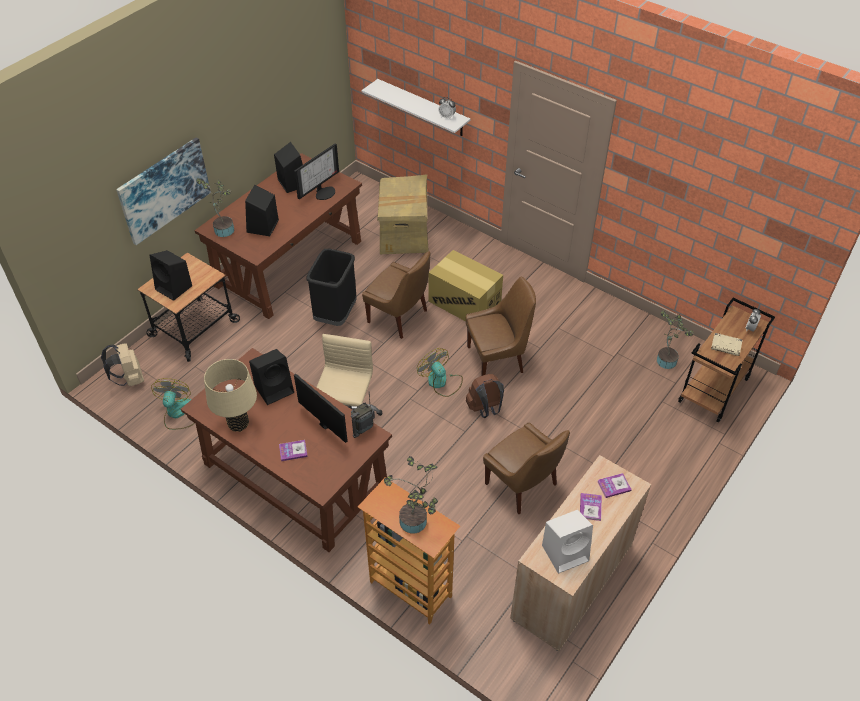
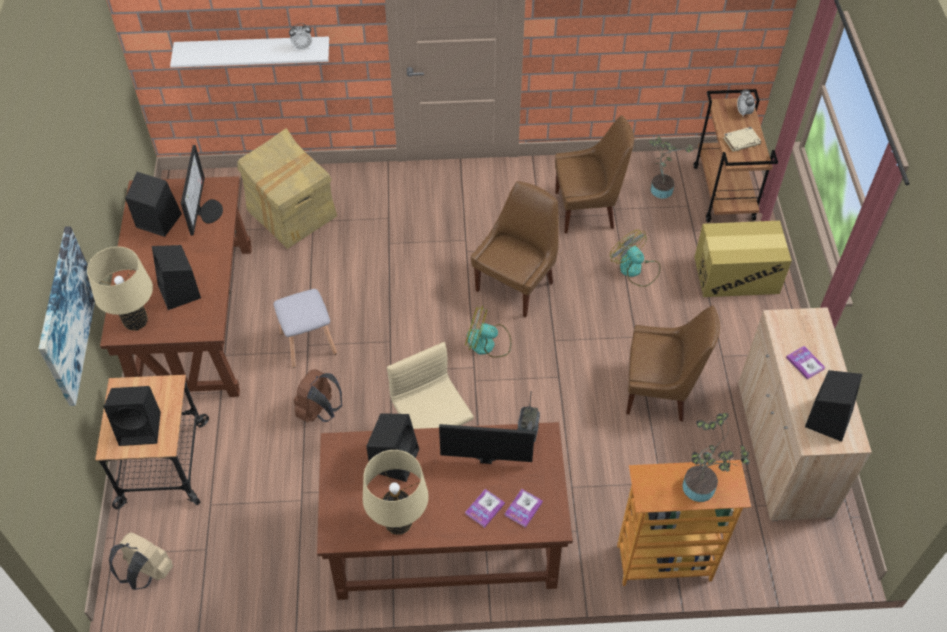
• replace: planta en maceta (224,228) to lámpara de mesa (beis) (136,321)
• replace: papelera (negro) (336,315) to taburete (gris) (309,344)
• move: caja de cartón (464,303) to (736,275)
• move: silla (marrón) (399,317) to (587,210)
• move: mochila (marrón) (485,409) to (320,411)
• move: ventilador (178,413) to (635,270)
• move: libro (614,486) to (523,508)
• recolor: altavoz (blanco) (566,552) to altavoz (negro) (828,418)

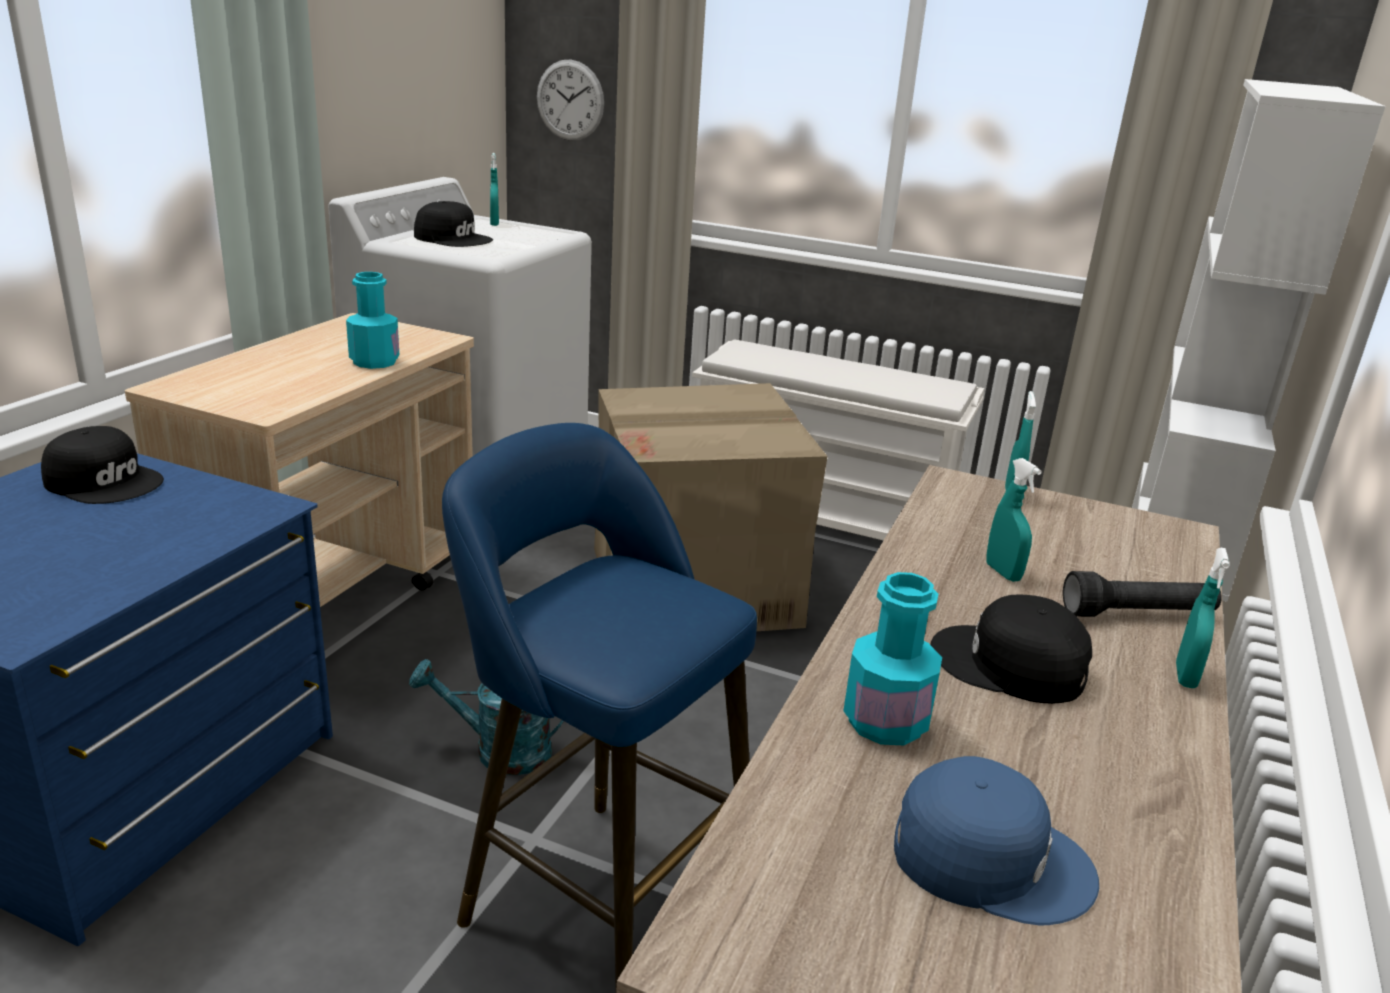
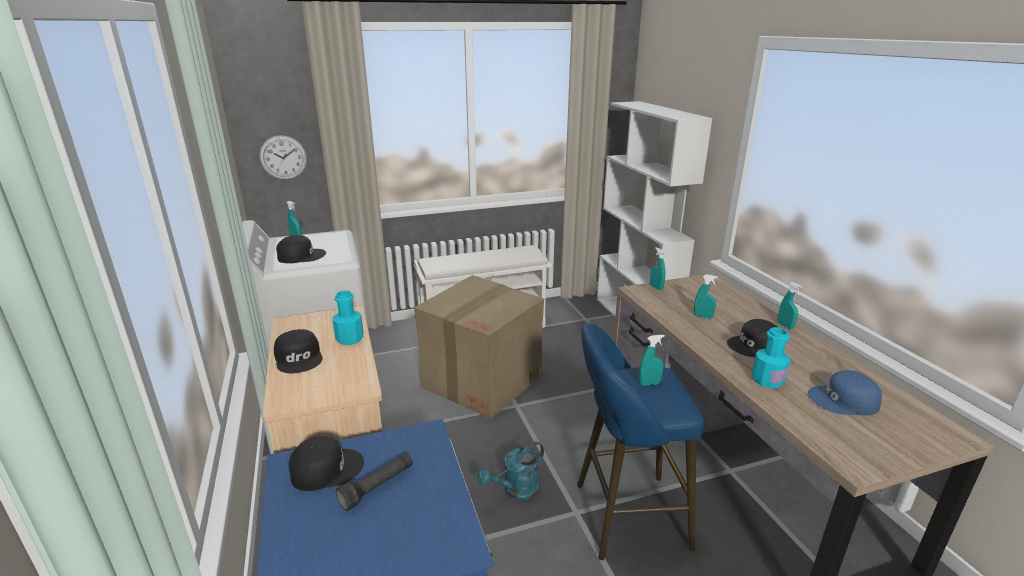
• move: linterna (negro) (1138,614) to (377,487)
• rotate: gorra (azul) (989,856) = (844,401) 150 degrees counterclockwise
• insert: gorra (negro) (299,357)
• insert: pulverizador (turquesa) (649,383)

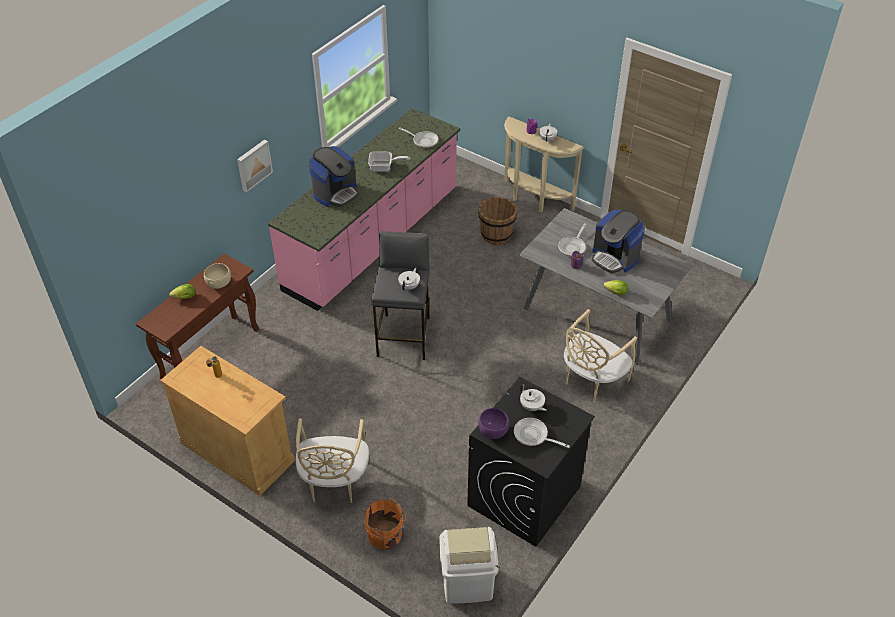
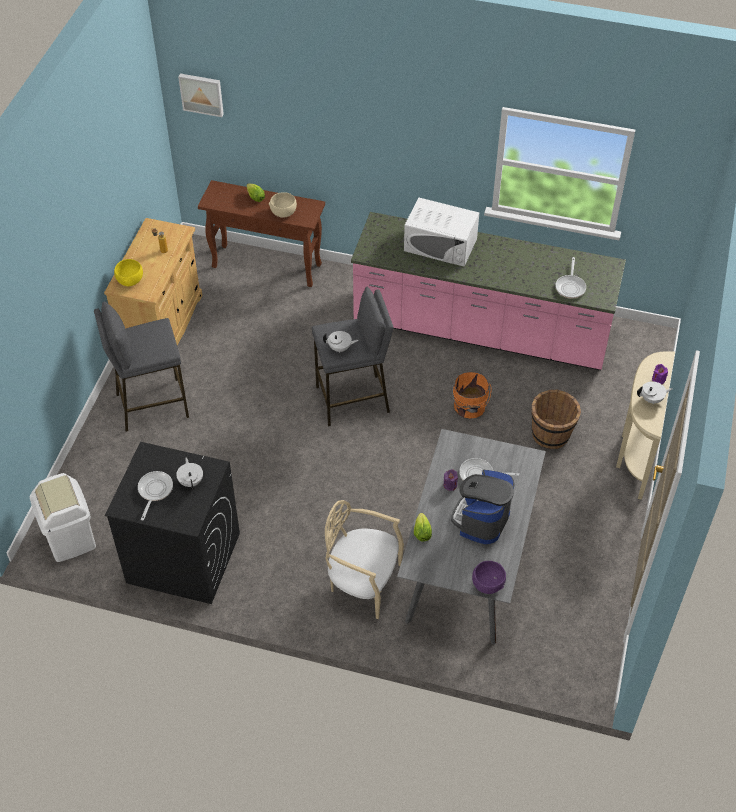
• move: cuadro (253,165) to (202,94)
• replace: cafetera (335,193) to microondas (blanco) (440,245)
• delete: sartén (384,167)
• rotate: tetera (blanco) (531,407) = (191,481) 135 degrees clockwise
• move: cuenco (morado) (493,431) to (487,584)
• replace: silla (beis) (334,482) to taburete (gris) (151,405)
• move: cubo (naranja) (386,535) to (469,407)
• insert: cuenco (amarillo) (130,280)

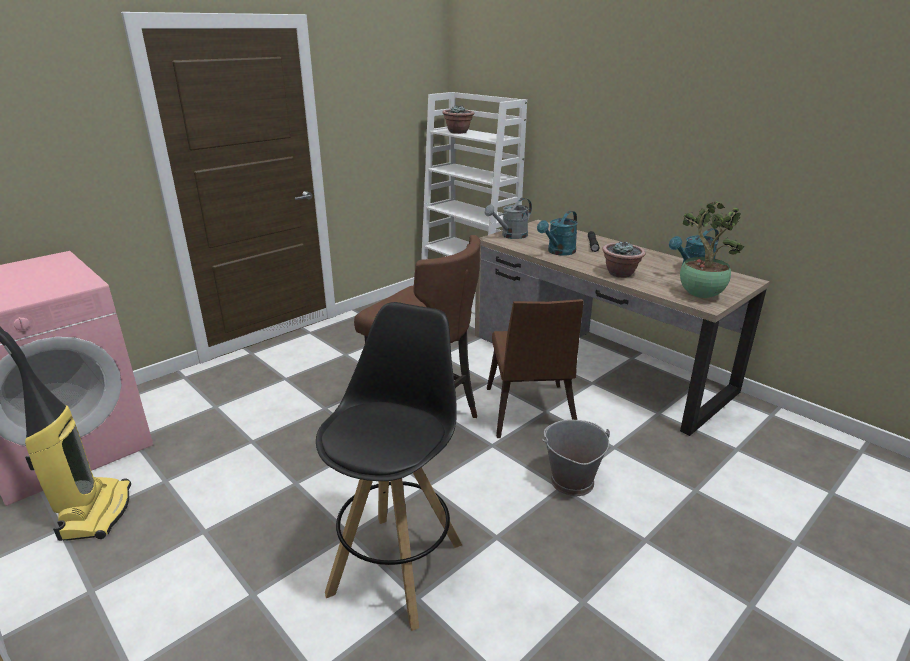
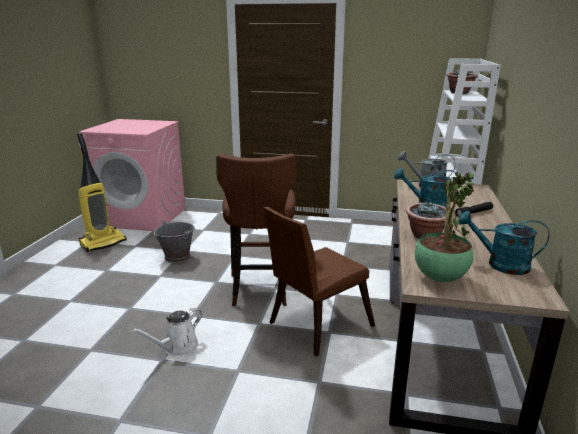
• delete: taburete (negro) (398,566)
• move: cubo (gris) (571,481) to (177,257)
• insert: regadera (blanco) (178,347)

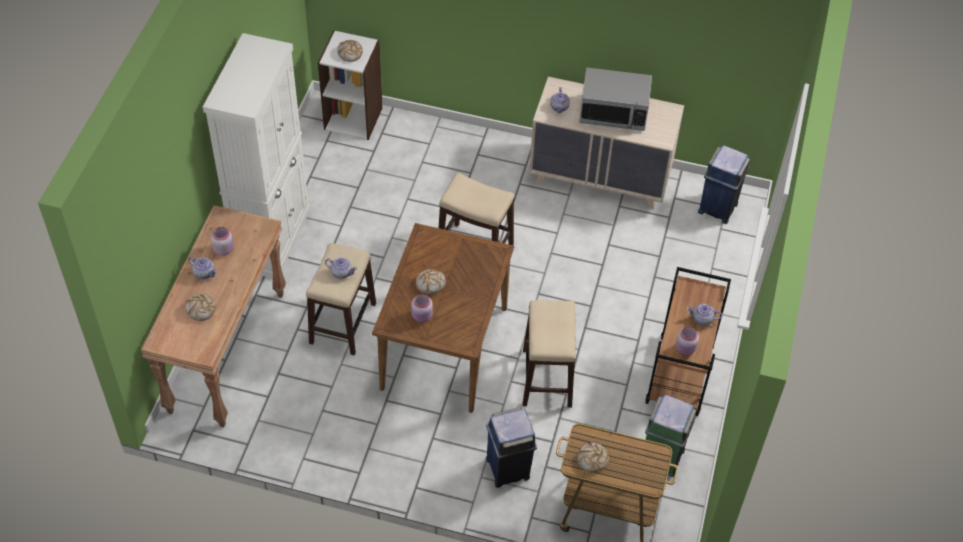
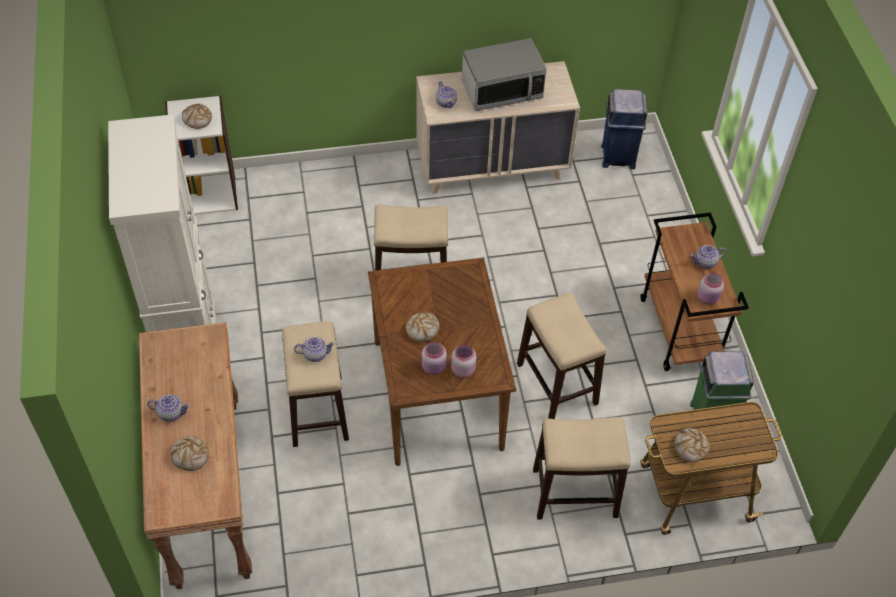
• move: tarro (rosa) (224,249) to (463,369)
• replace: papelera (azul) (508,468) to taburete (574,493)

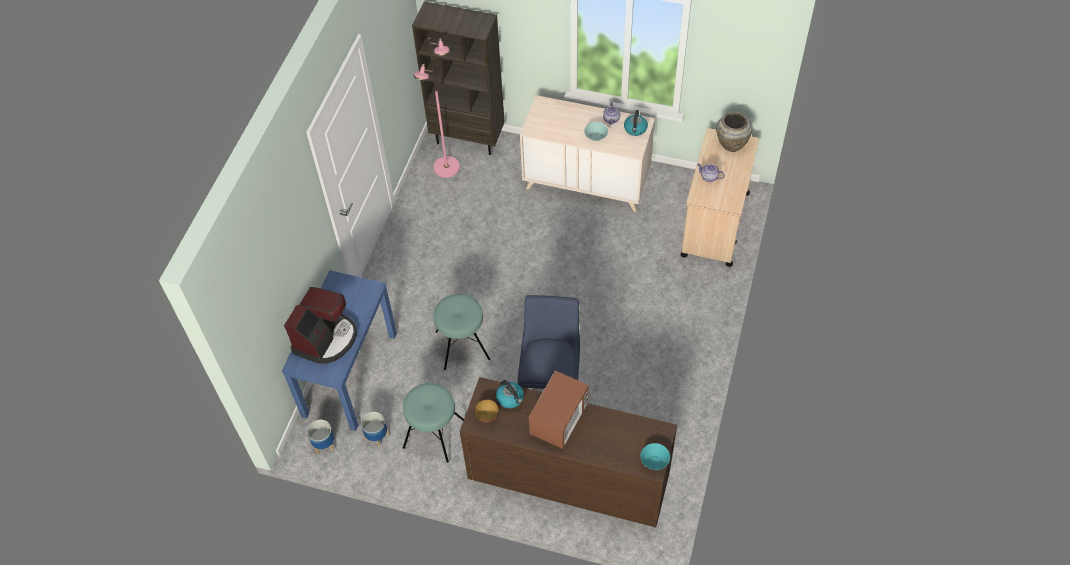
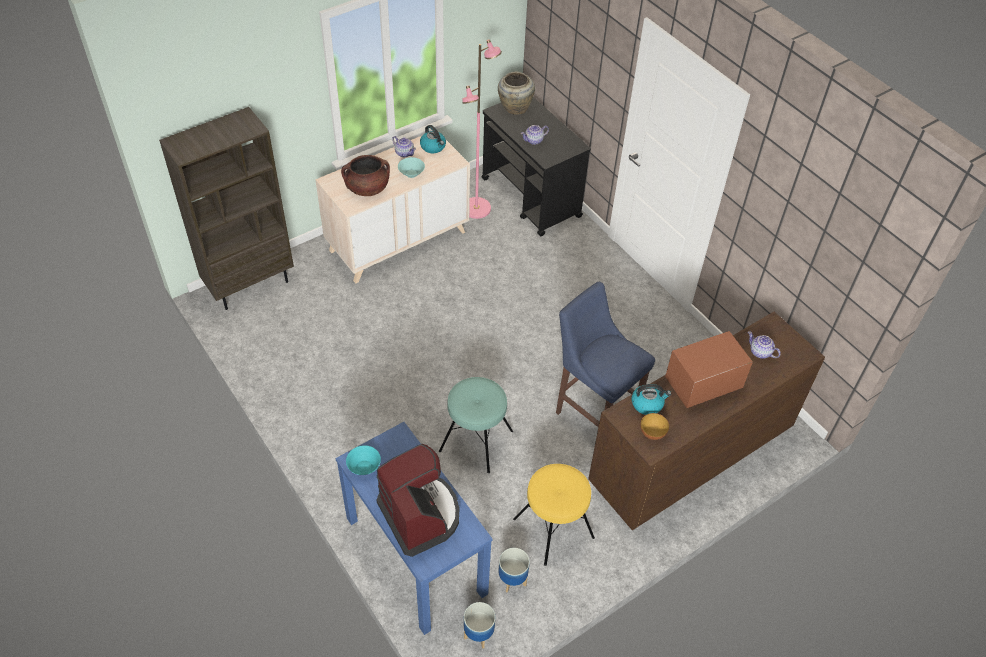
• move: lámpara de pie (rosa) (446,168) to (477,208)
• recolor: carrito (beis) (714,225) to carrito (negro) (531,198)
• rotate: microondas (559,420) = (702,384) 90 degrees counterclockwise
• recolor: taburete (turquesa) (434,434) to taburete (amarillo) (553,528)
• move: cuenco (turquesa) (654,461) to (364,467)
• insert: olla (marrón) (367,188)
• insert: tetera (760,352)

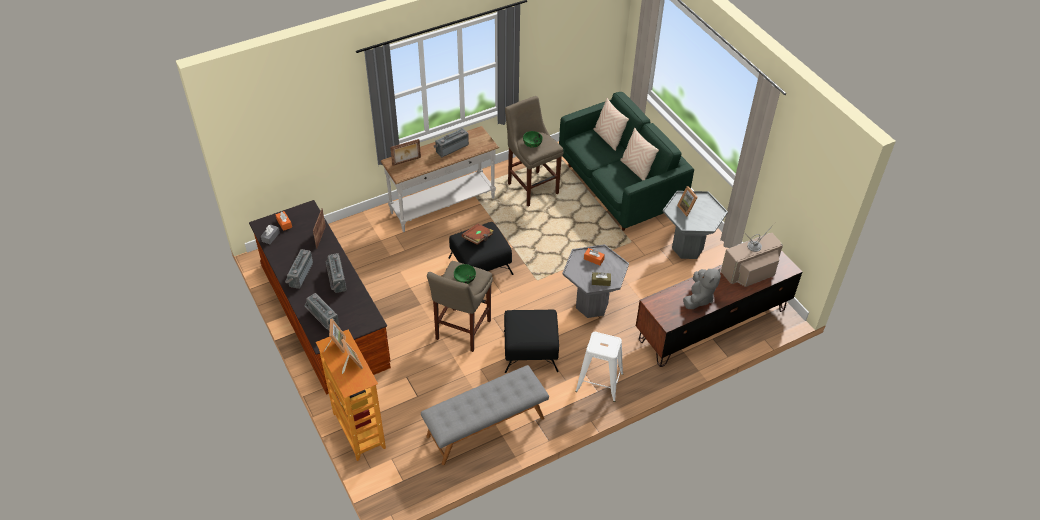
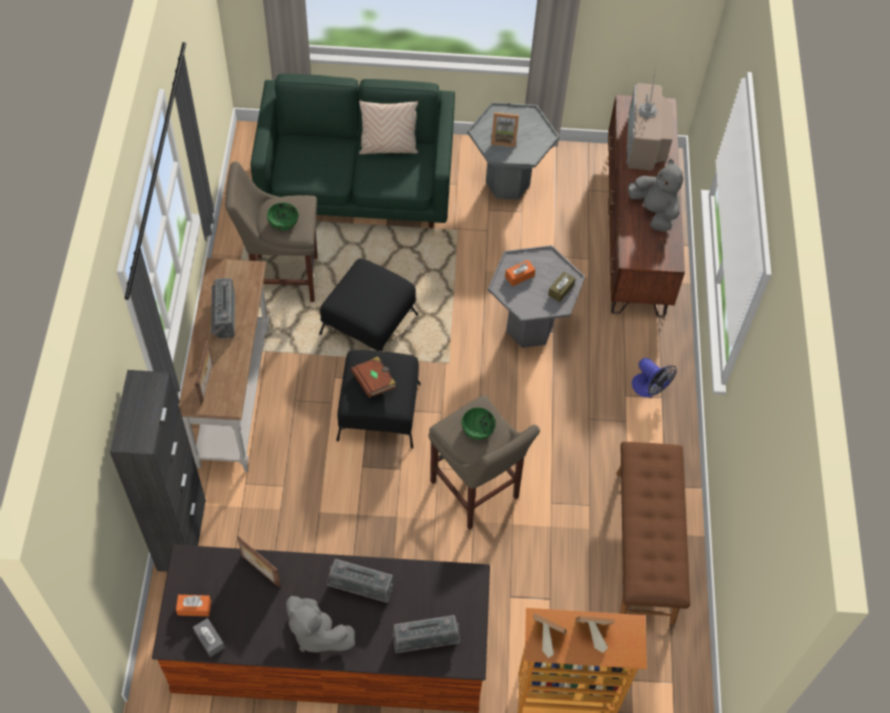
• delete: cojín (beis) (608,138)
• replace: radio (299,274) to peluche (gris) (316,633)
• move: puf (negro) (530,350) to (368,325)
• replace: taburete (blanco) (599,382) to ventilador (649,389)
• recolor: banco (gris) (486,427) to banco (marrón) (645,545)
• insert: armario (negro) (182,535)

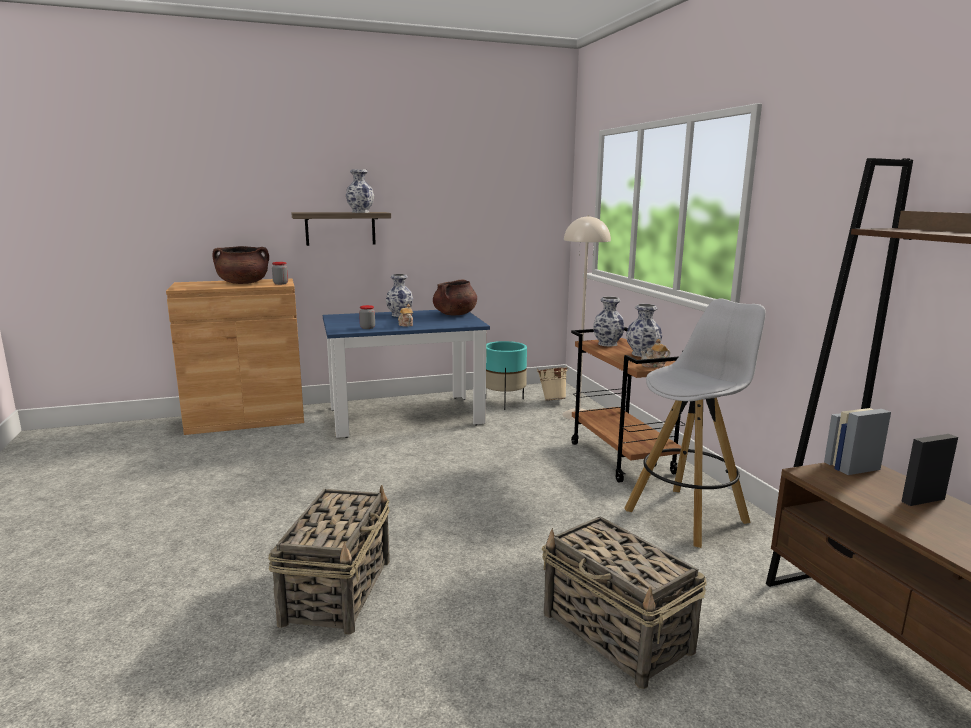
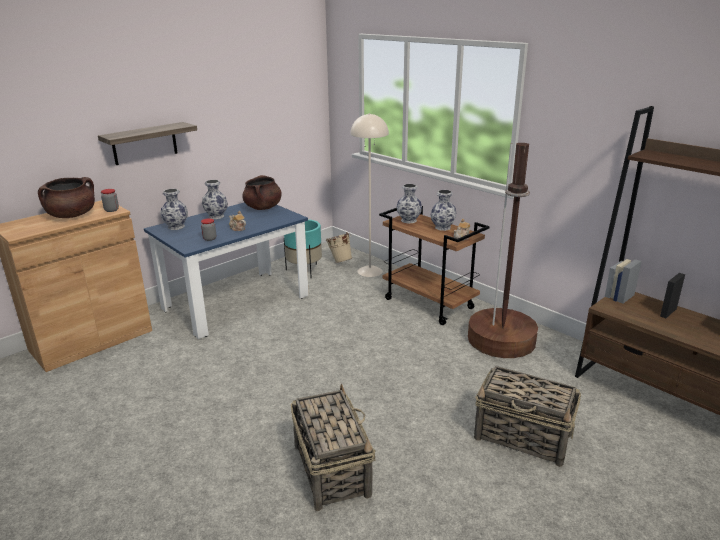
• move: florero (360,212) to (176,227)
• replace: taburete (blanco) (687,515) to lámpara de pie (marrón) (501,340)

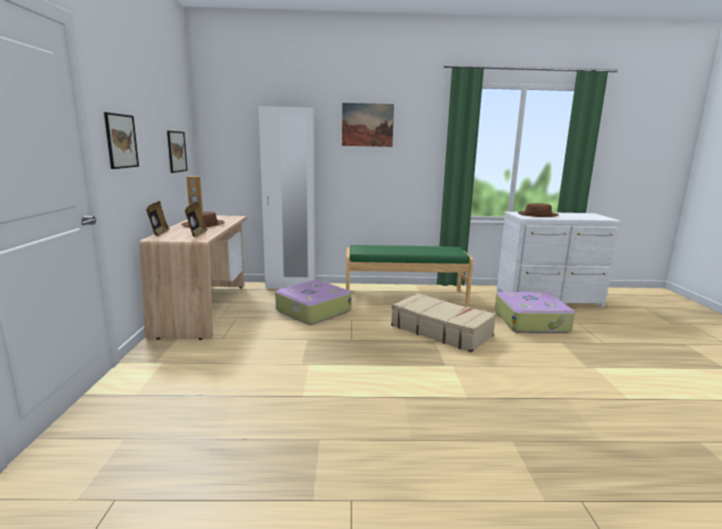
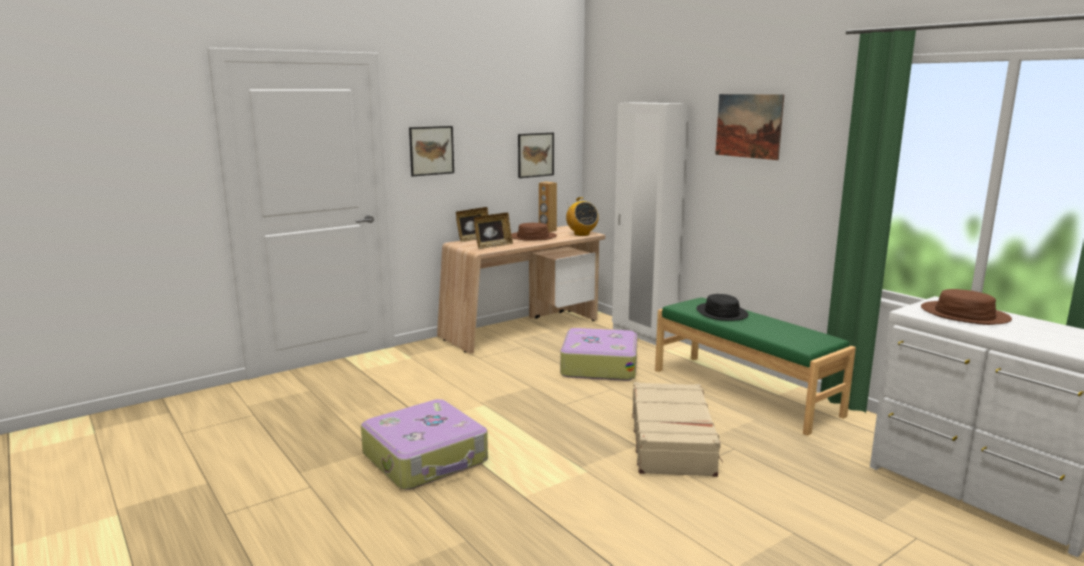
• move: maleta (531,321) to (426,458)
• insert: radio (581,234)
• insert: sombrero (negro) (721,313)

